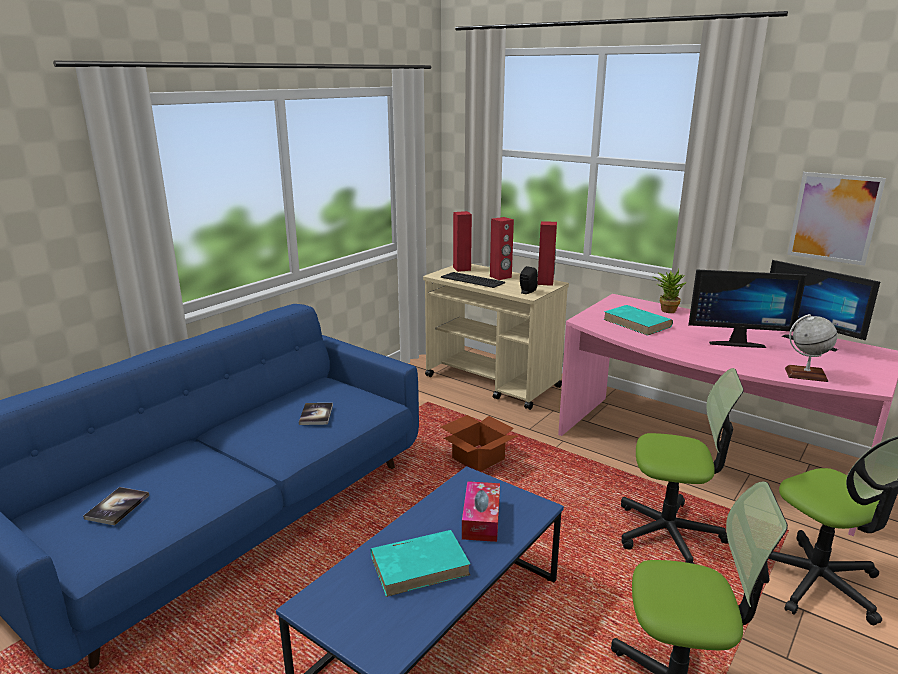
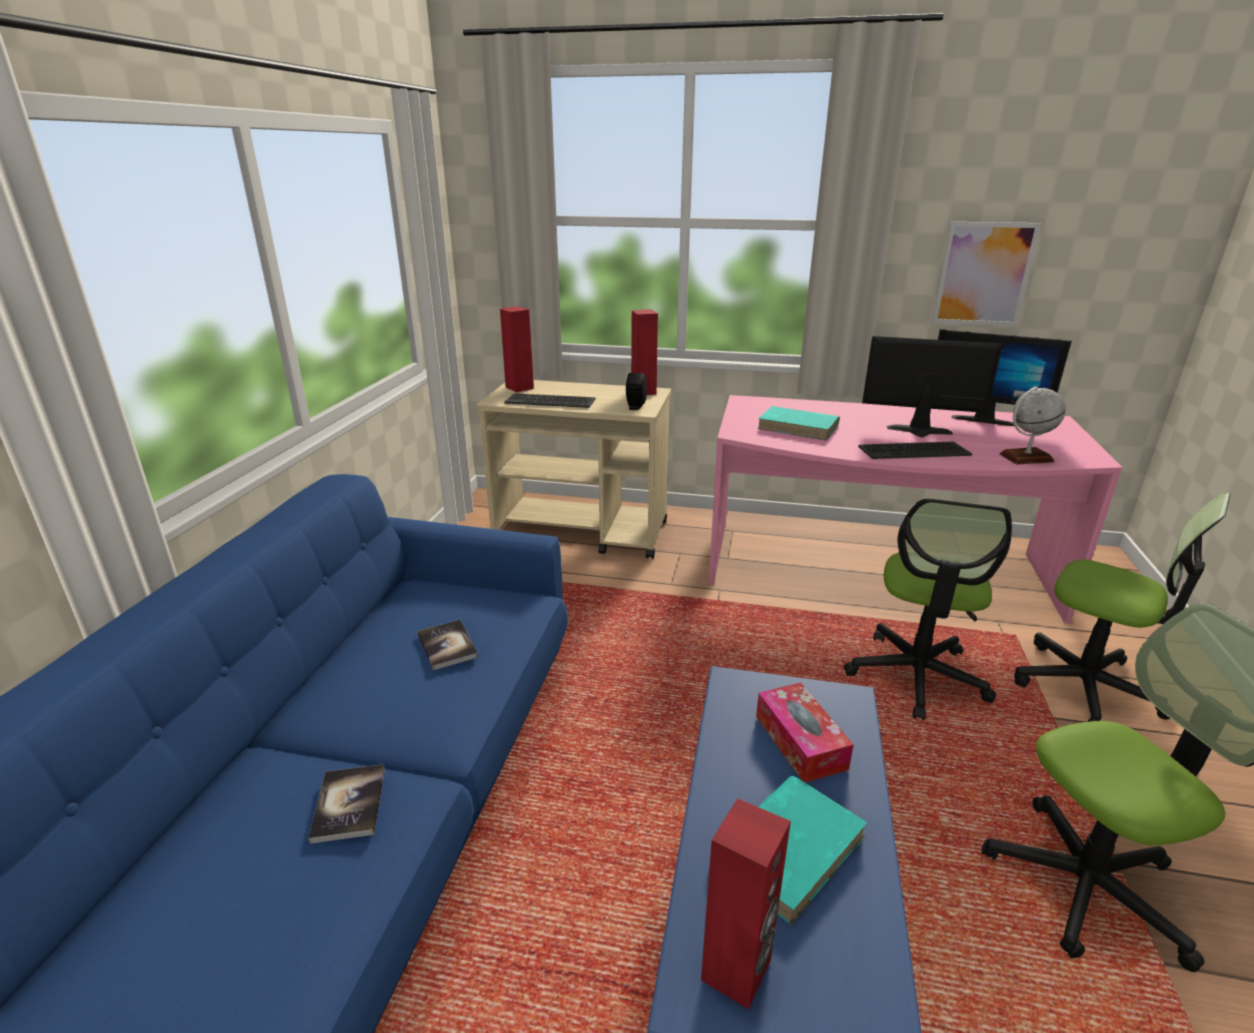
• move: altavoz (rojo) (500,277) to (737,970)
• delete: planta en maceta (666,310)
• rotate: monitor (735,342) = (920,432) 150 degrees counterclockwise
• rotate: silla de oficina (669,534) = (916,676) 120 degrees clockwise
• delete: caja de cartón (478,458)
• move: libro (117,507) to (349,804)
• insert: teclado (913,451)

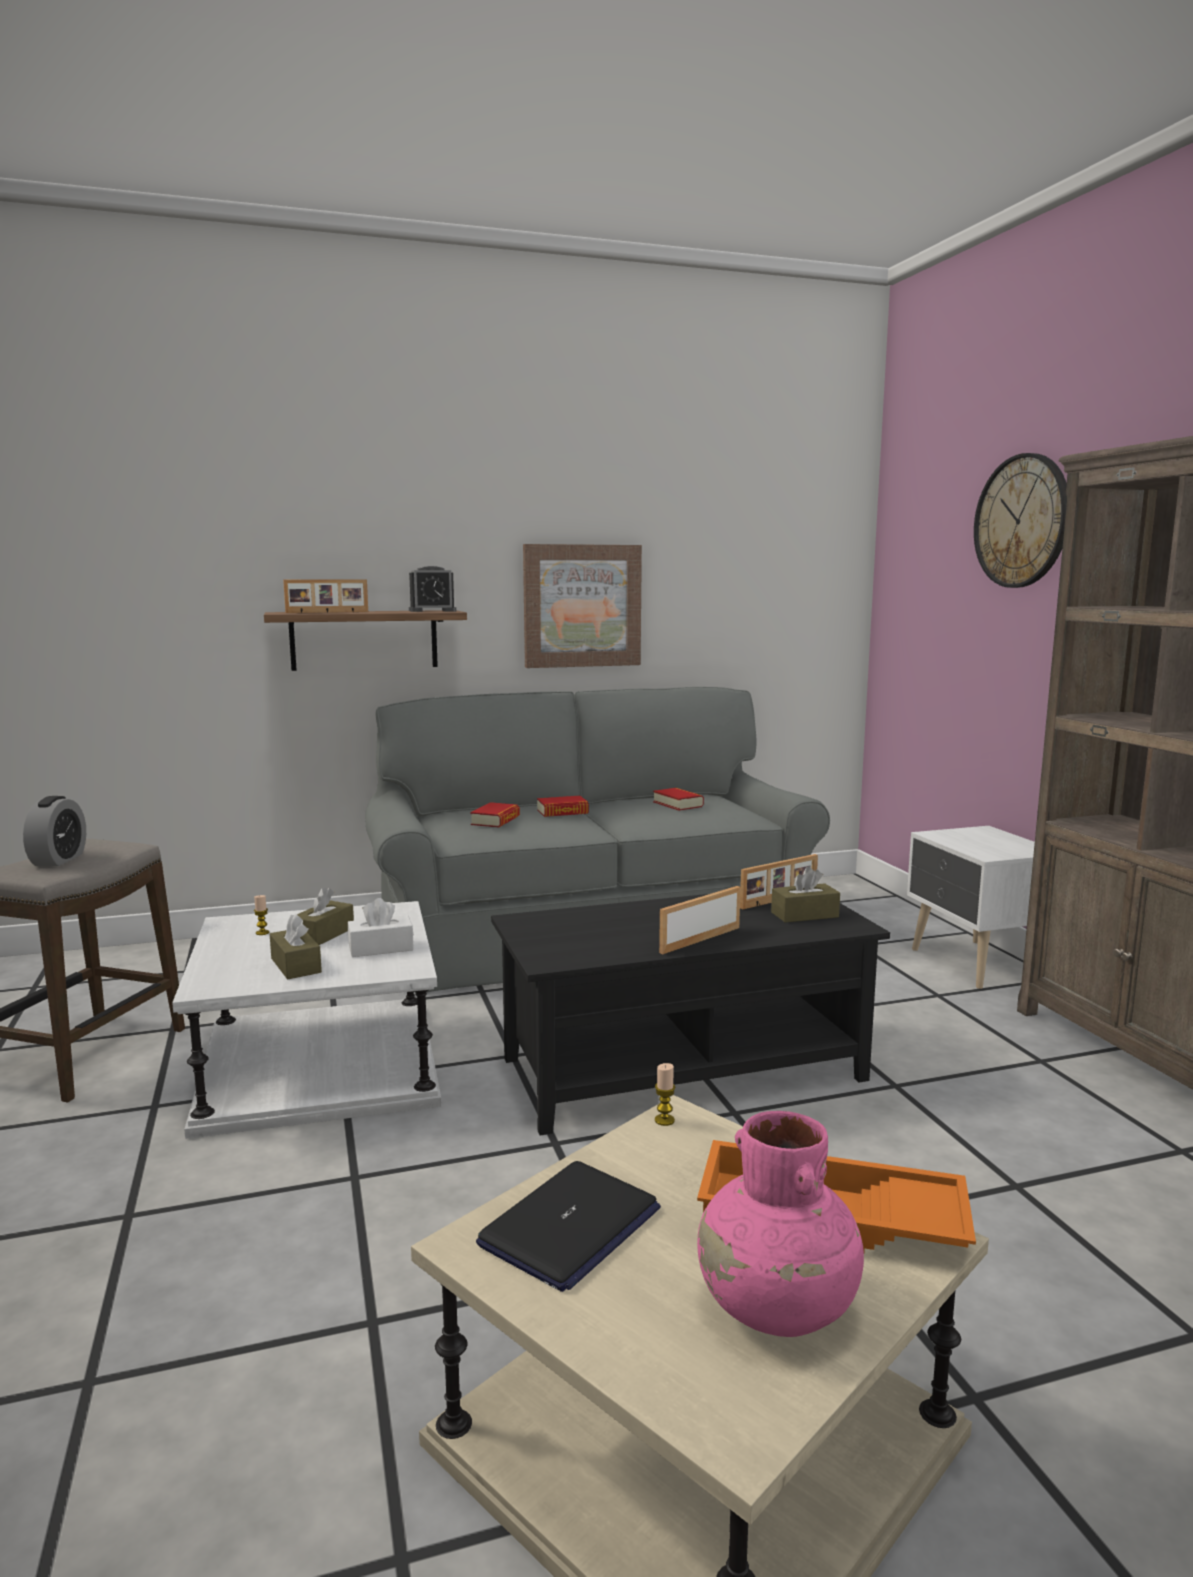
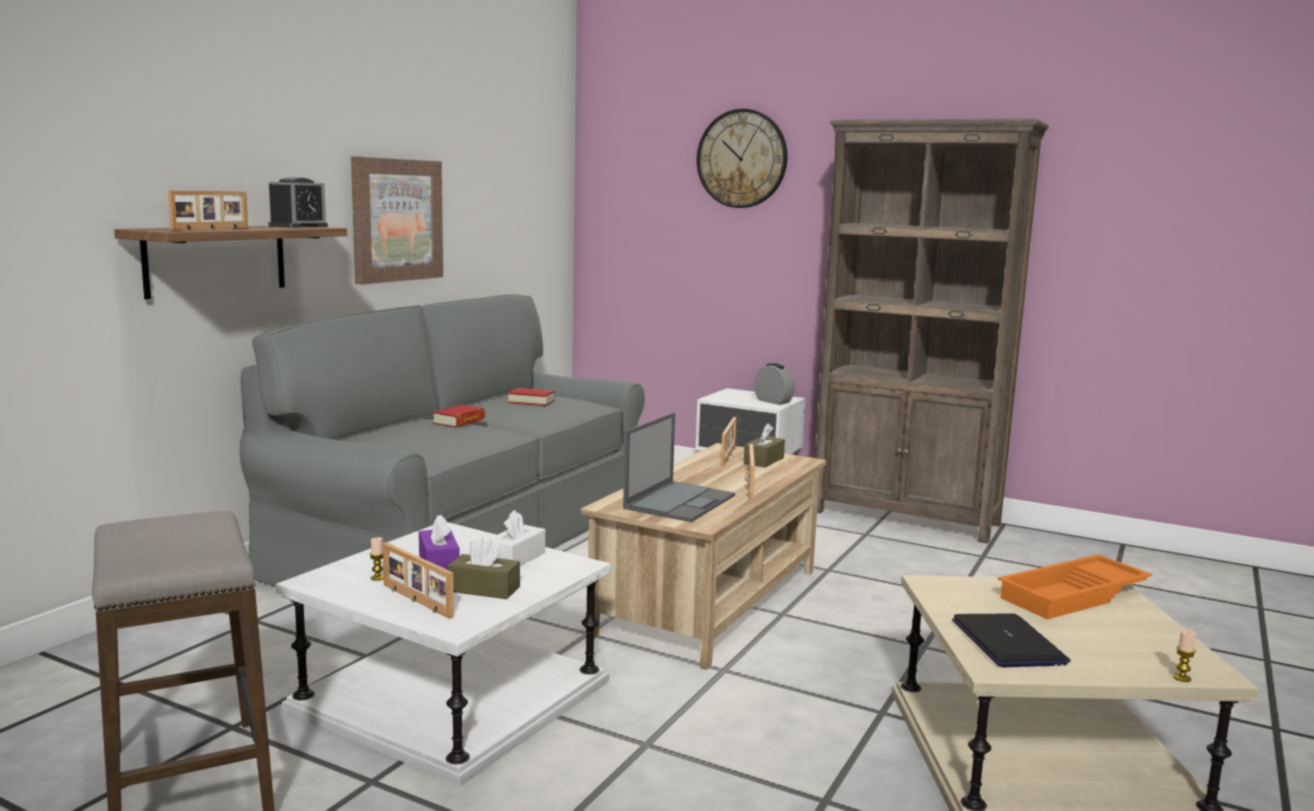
• move: despertador (58,859) to (773,401)
• delete: libro (495,820)
• recolor: caja de pañuelos (marrón) (323,934) to caja de pañuelos (morado) (439,563)
• recolor: mesa de centro (negro) (683,1069) to mesa de centro (beis) (709,601)
• move: vela (664,1120) to (1181,678)
• delete: florero (rosa) (776,1309)
• insert: portátil (680,501)
• insert: portarretratos (415,601)

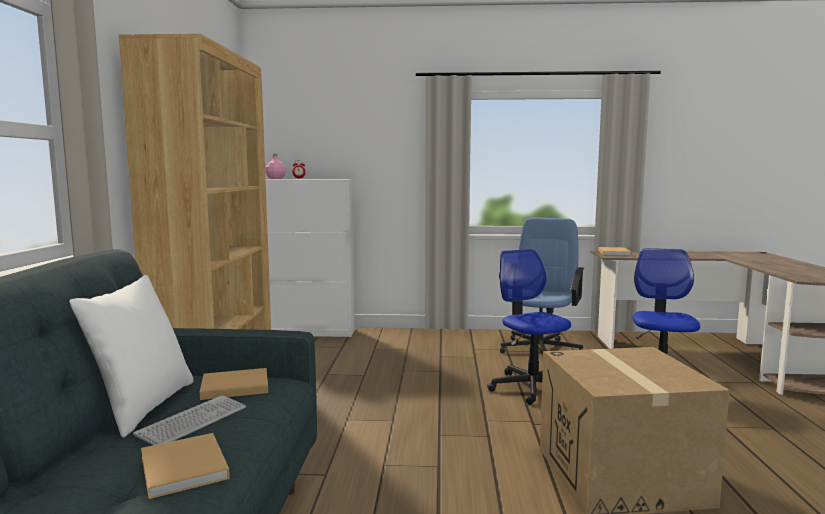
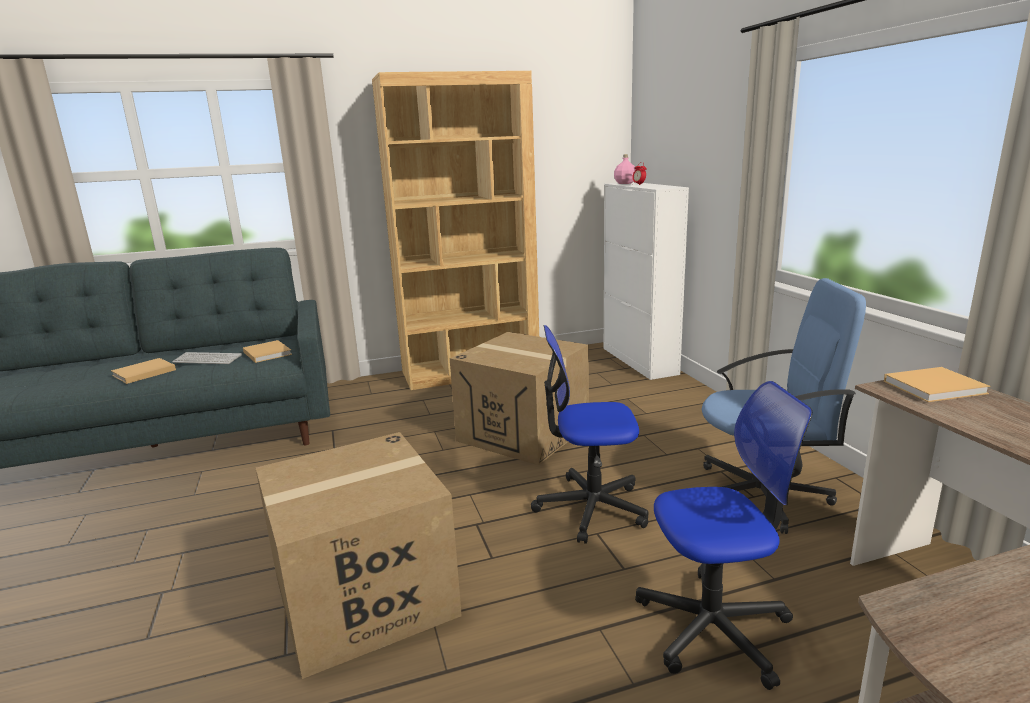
• rotate: silla de oficina (531,387) = (590,508) 135 degrees counterclockwise
• delete: cojín (blanco) (143,407)
• insert: caja de cartón (524,433)

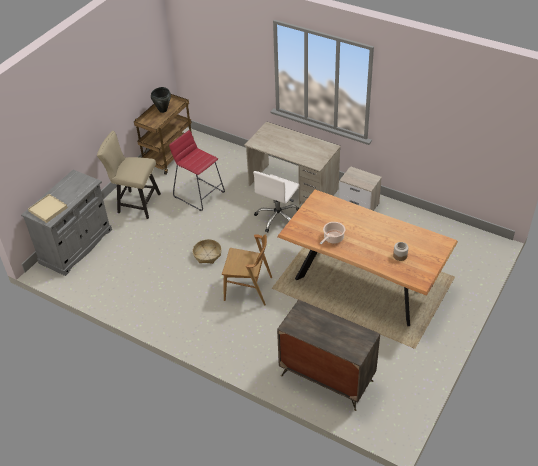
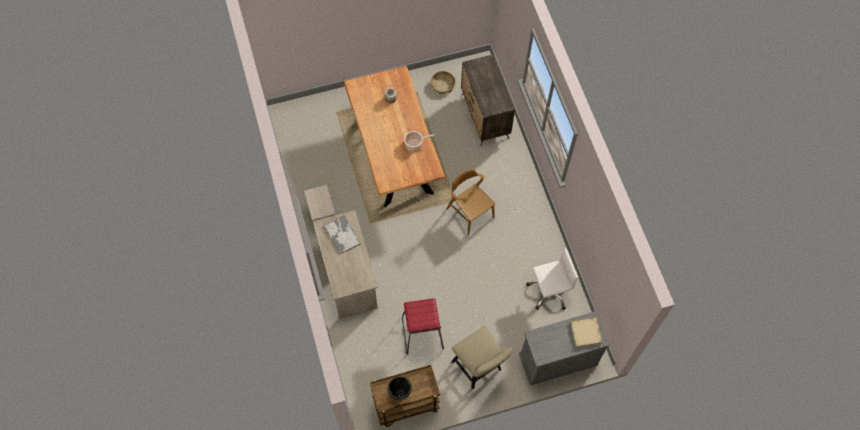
• move: silla de oficina (blanco) (278,217) to (549,291)
• move: cesta (207,255) to (443,85)
• insert: bandeja (341,234)

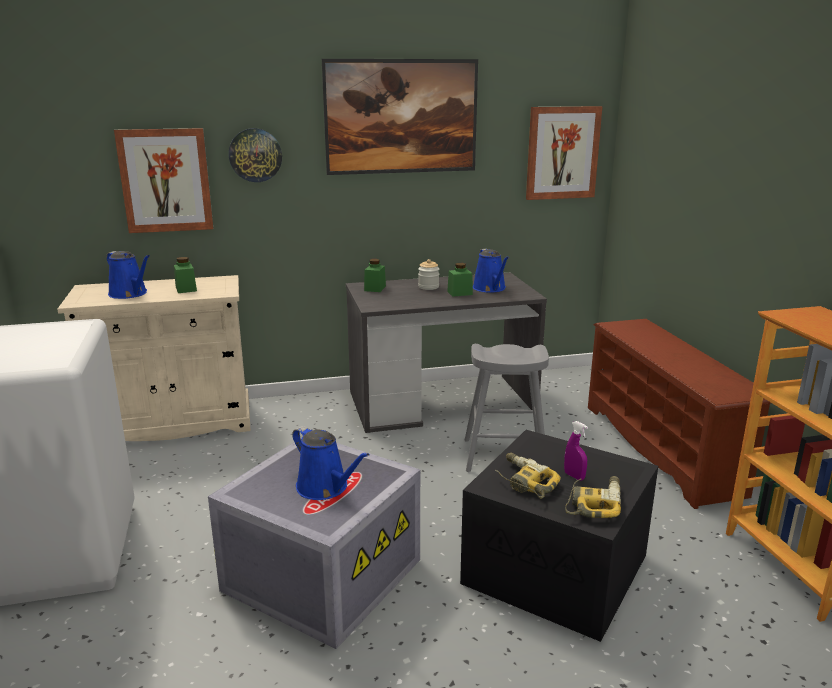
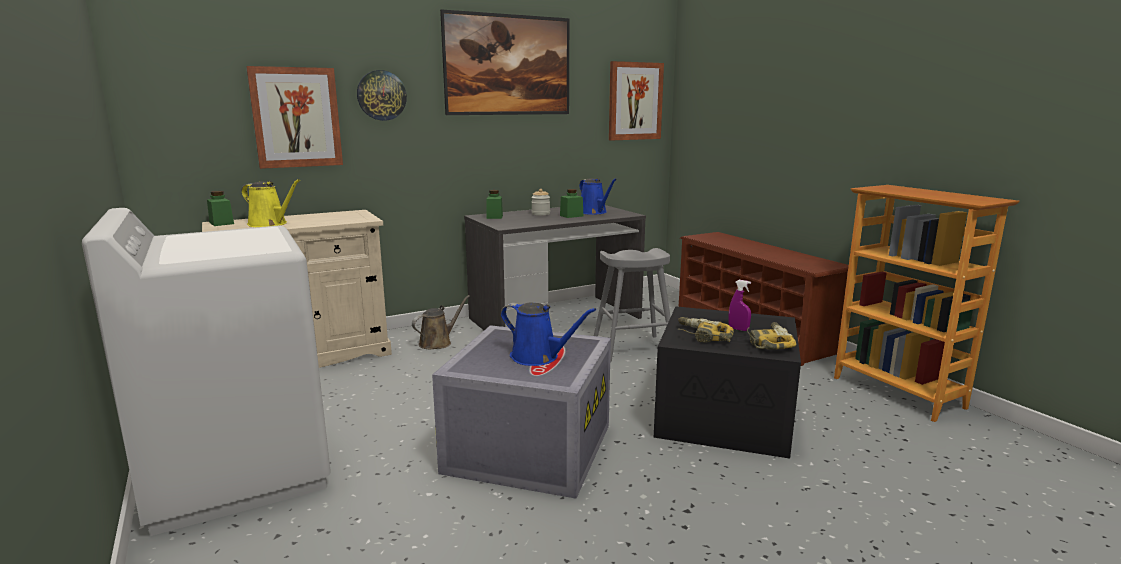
• recolor: regadera (azul) (130,294) to regadera (amarillo) (270,224)
• move: tarro (verde) (186,289) to (221,223)
• insert: regadera (marrón) (438,342)

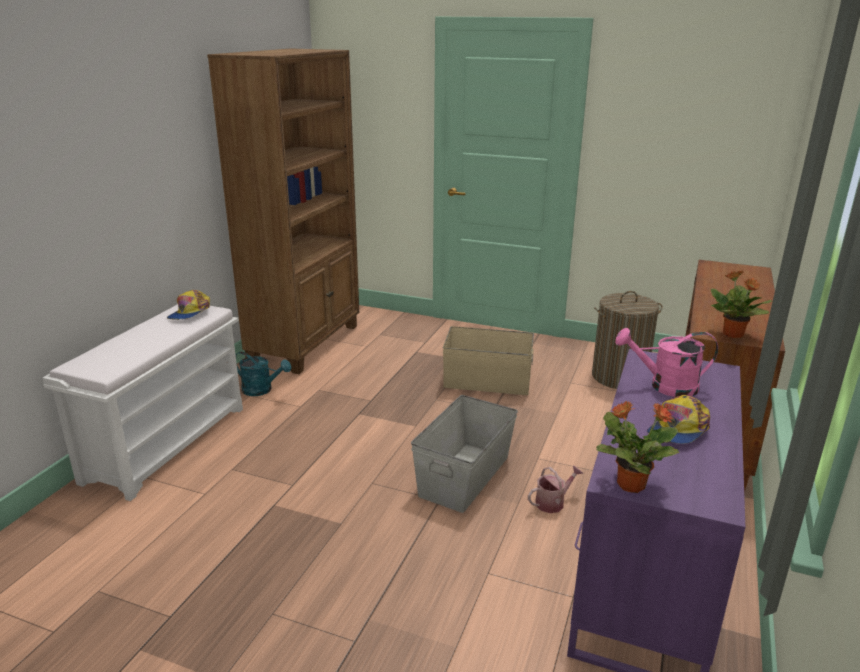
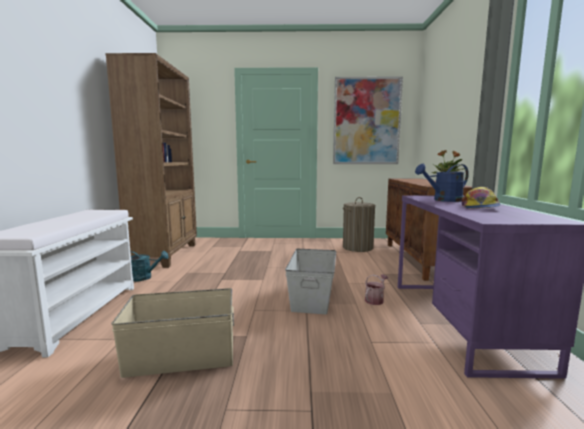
• delete: gorra (190,313)
• move: caja de almacenaje (beis) (487,381) to (181,356)
• recolor: regadera (rosa) (665,386) to regadera (azul) (443,200)
• delete: planta en maceta (630,484)
• insert: cuadro (366,121)

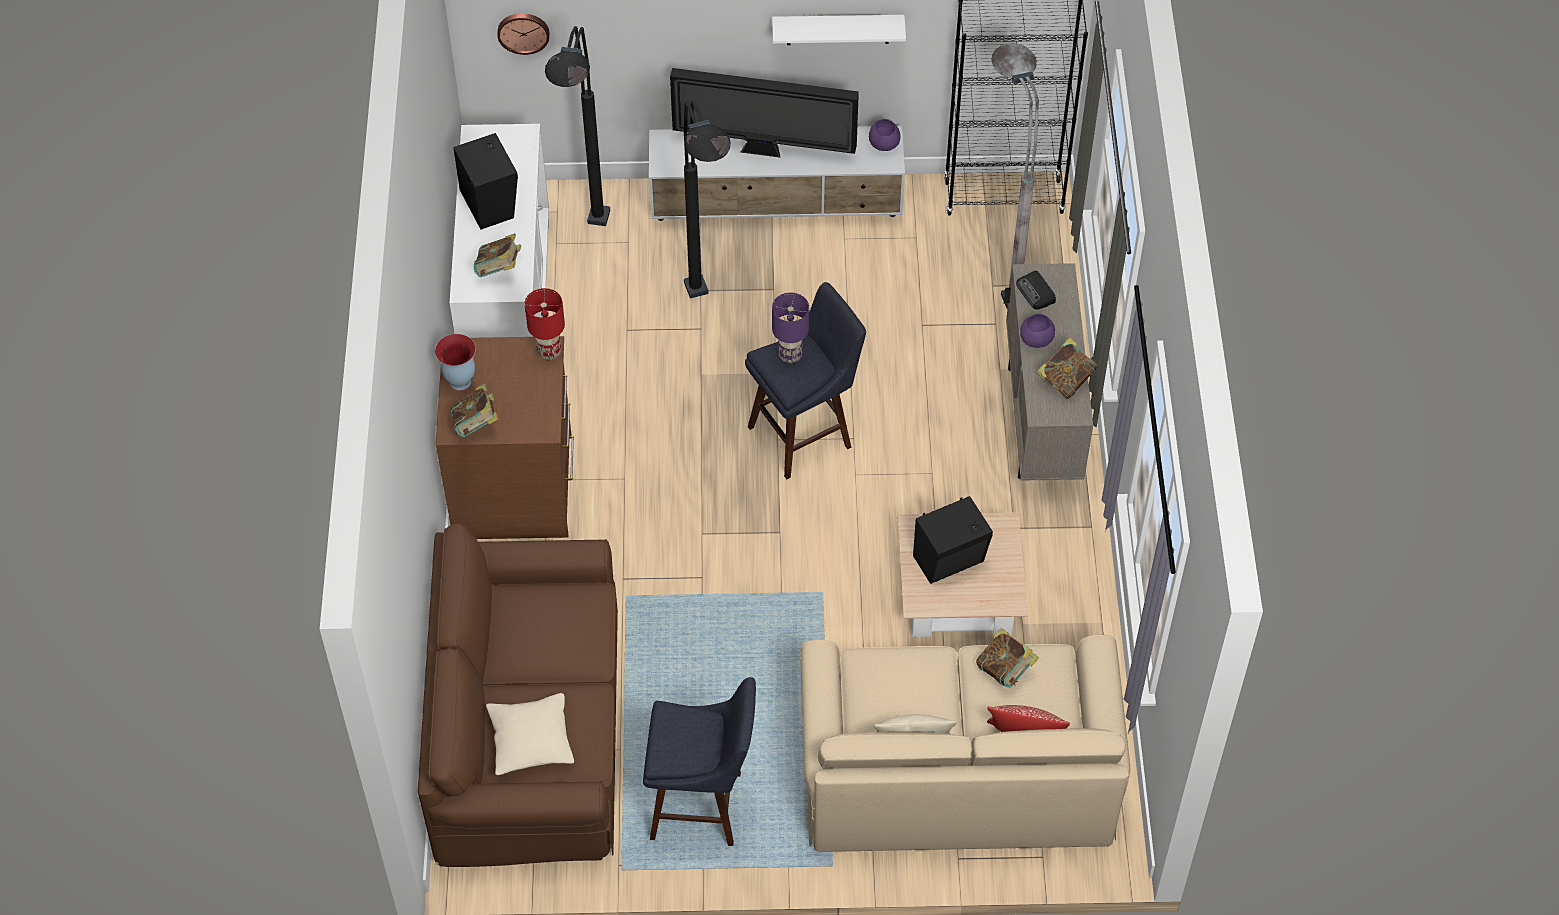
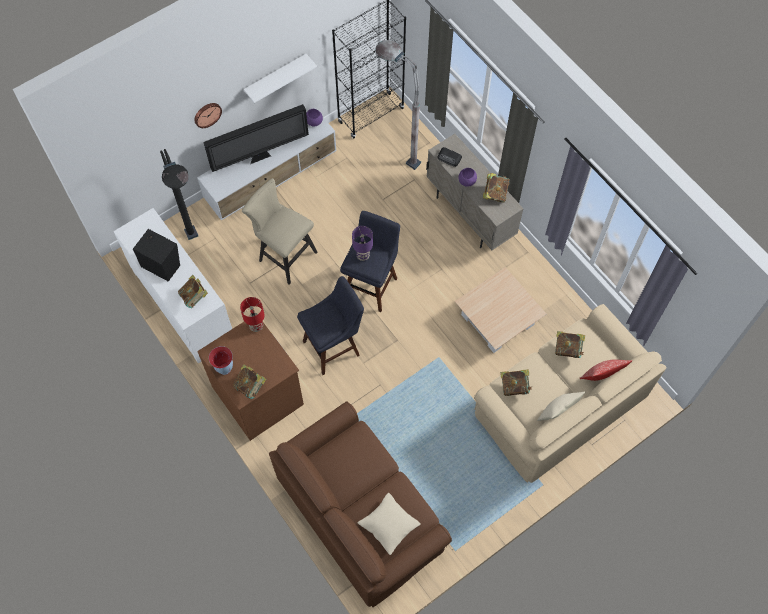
• move: reloj de pared (523,31) to (207,114)
• replace: lámpara de pie (negro) (708,321) to taburete (beis) (284,255)
• delete: altavoz (negro) (951,561)
• move: taburete (azul) (703,806) to (334,346)
• insert: libro (514,386)

